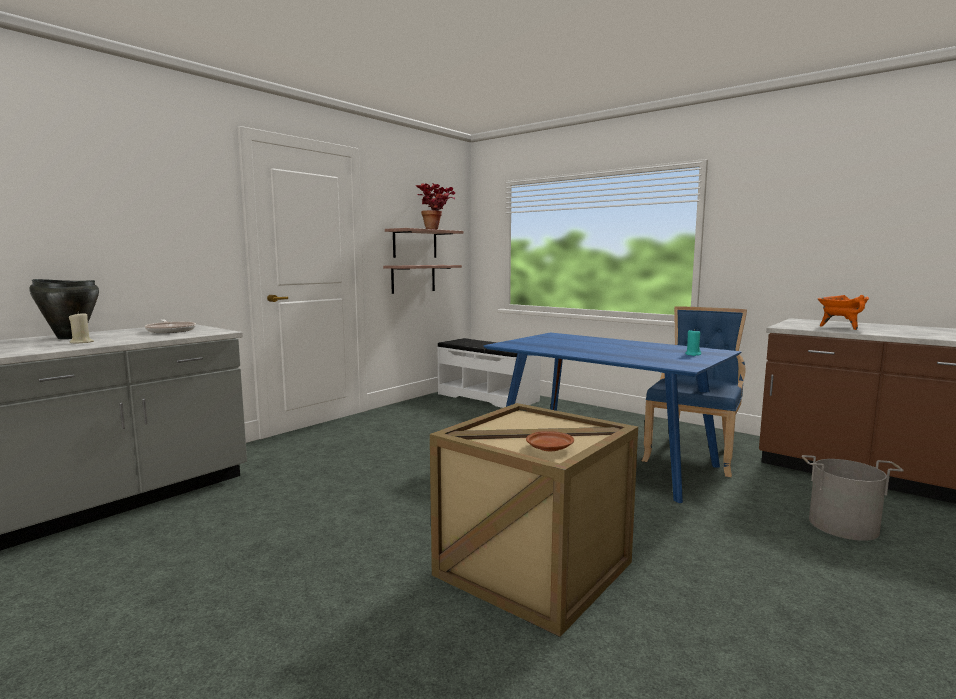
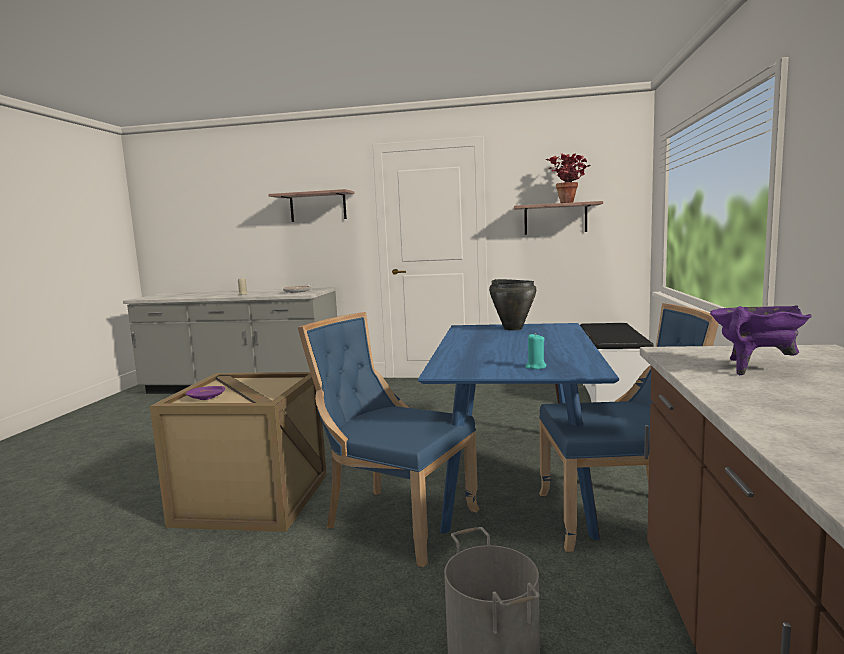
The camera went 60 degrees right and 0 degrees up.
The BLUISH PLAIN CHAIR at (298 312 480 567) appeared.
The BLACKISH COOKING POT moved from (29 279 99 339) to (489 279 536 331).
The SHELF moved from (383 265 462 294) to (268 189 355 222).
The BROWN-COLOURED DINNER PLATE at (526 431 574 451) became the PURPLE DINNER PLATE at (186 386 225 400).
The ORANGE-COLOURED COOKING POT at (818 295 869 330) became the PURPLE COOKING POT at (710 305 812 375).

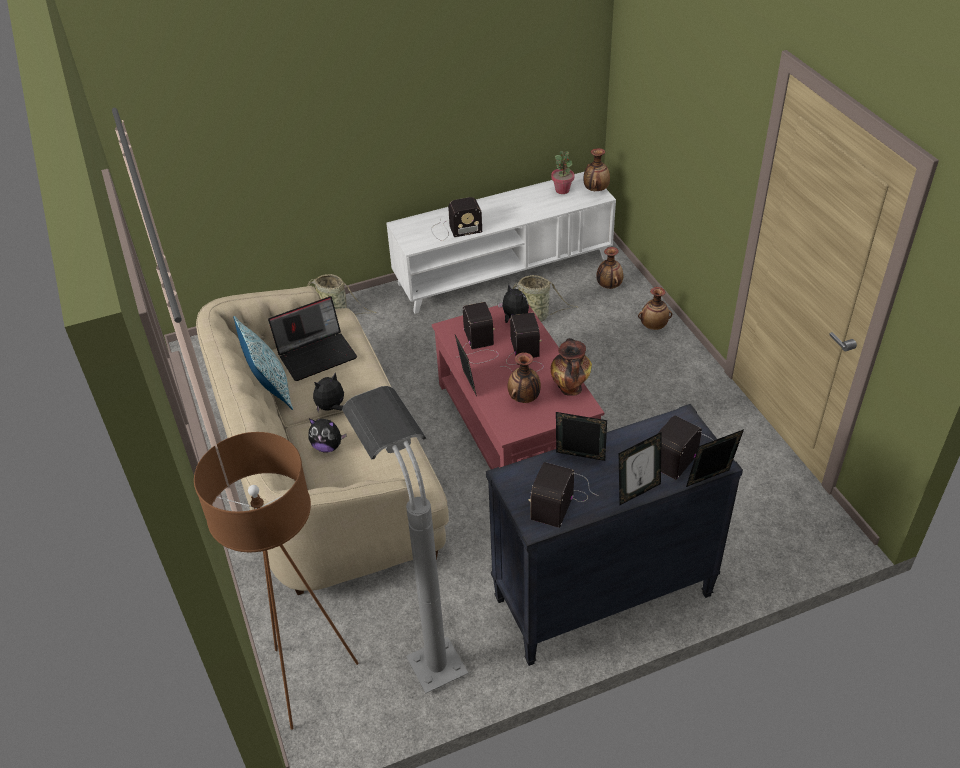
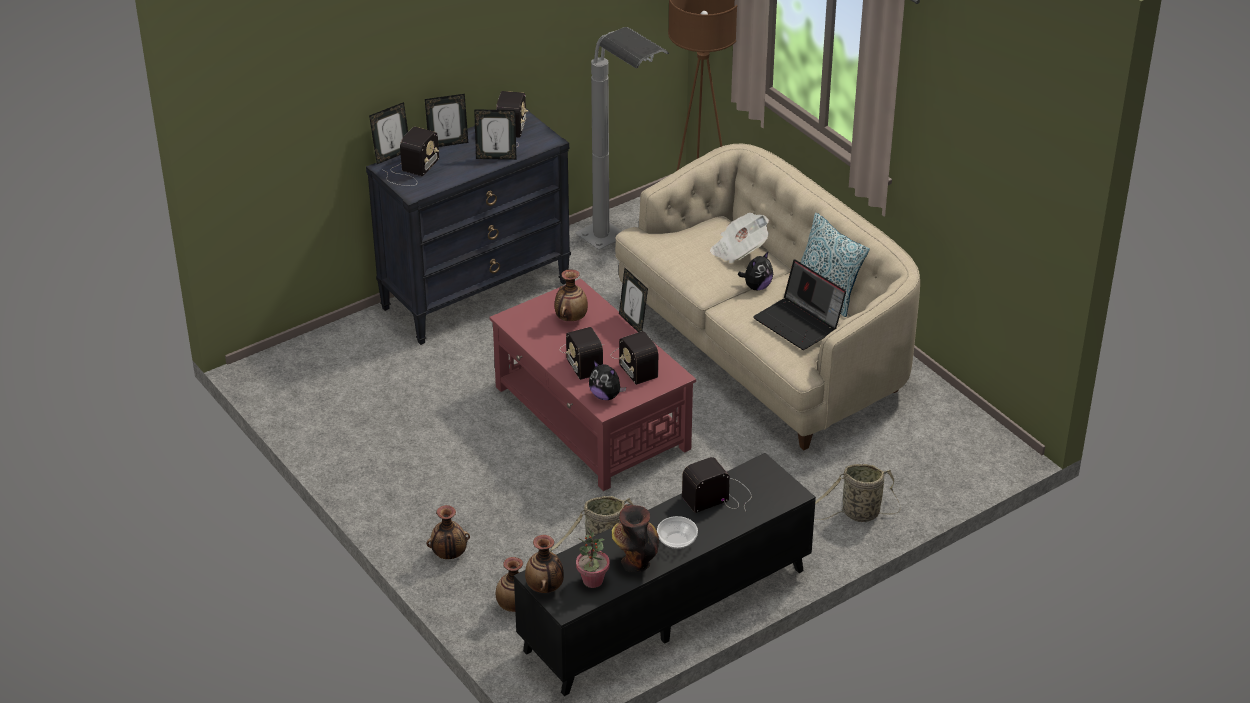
The camera went 165 degrees right and 5 degrees down.
The DEEP DISH at (657 516 698 549) appeared.
The VASE moved from (551 338 592 396) to (612 504 659 572).
The CUDDLY TOY at (308 419 347 452) was replaced by the NEWSPAPER at (710 213 769 264).
The WHITE-COLOURED TV UNIT at (386 172 616 314) became the BLACKISH TV UNIT at (514 453 816 696).
The NOTEBOOK COMPUTER at (268 296 357 381) turned 90 degrees counterclockwise.
The STANDING FRAME at (619 432 662 505) turned 150 degrees counterclockwise.

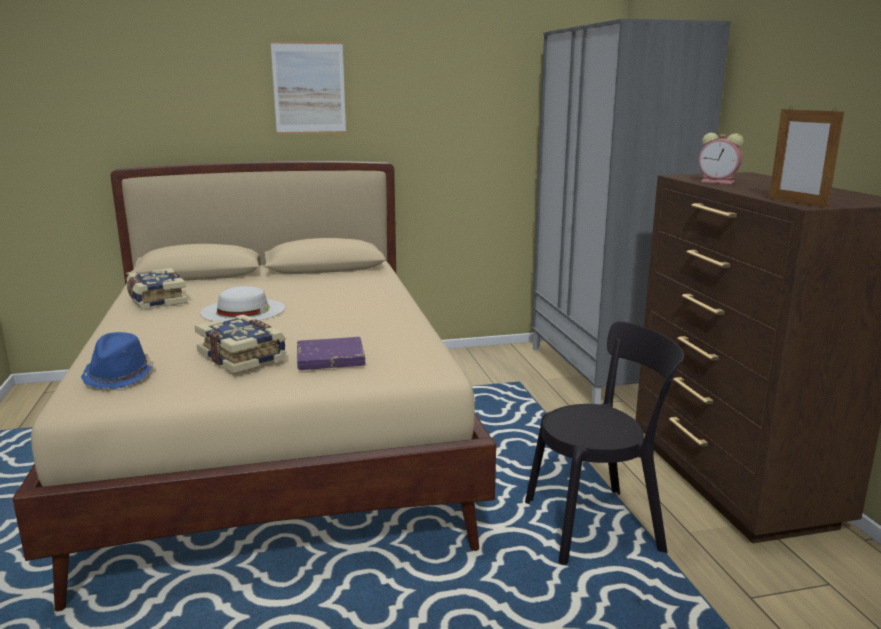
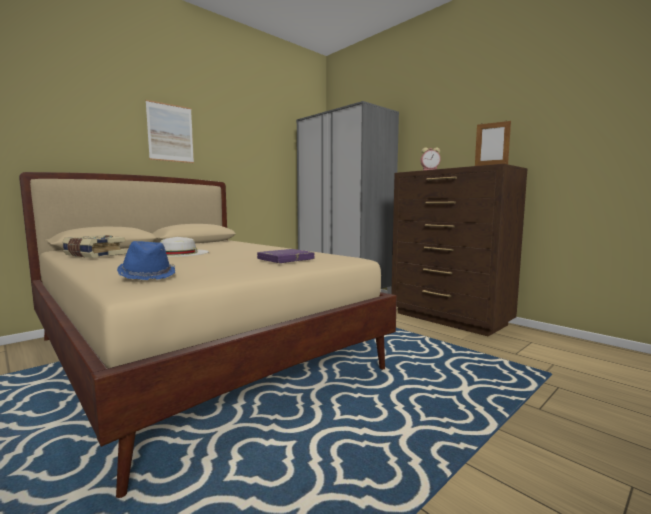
The camera went 30 degrees left and 10 degrees down.
The VOLUME at (194 315 287 373) disappeared.
The BLACKISH PLAIN CHAIR at (525 321 685 565) disappeared.

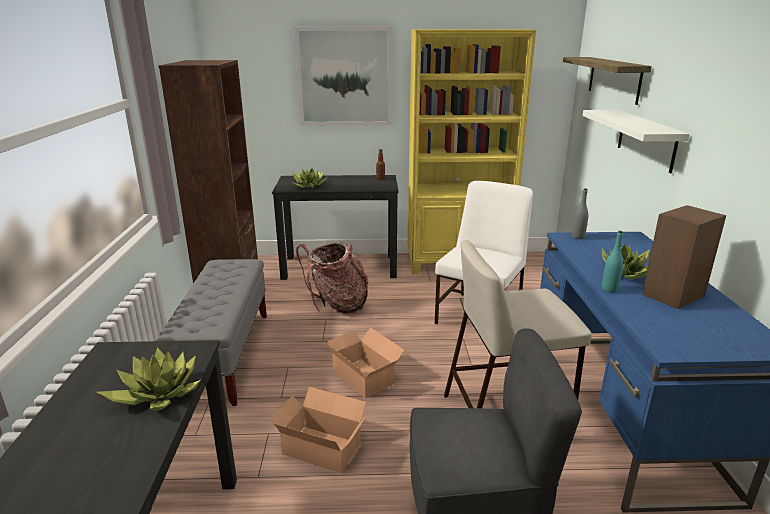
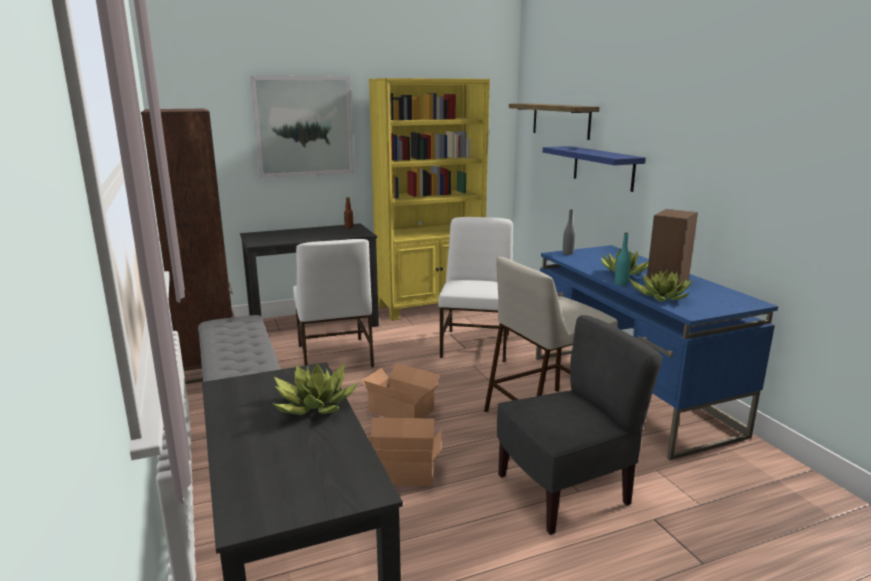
The camera went 20 degrees left and 5 degrees down.
The POTTED PLANT moved from (292 168 328 188) to (628 270 693 301).
The BACKPACK at (296 242 368 314) was replaced by the WHITE-COLOURED PLAIN CHAIR at (293 239 374 367).
The WHITE-COLOURED SHELF at (583 110 690 173) became the BLUISH SHELF at (543 146 646 192).

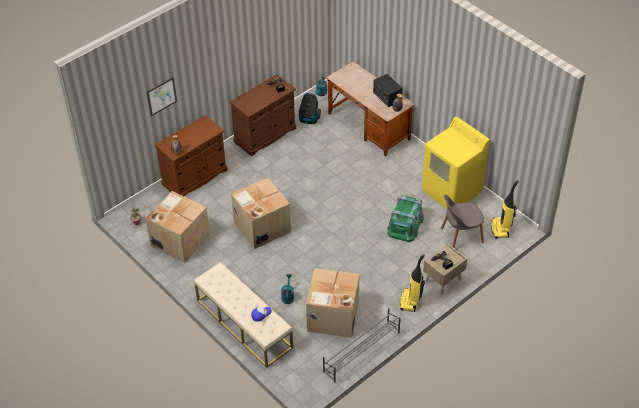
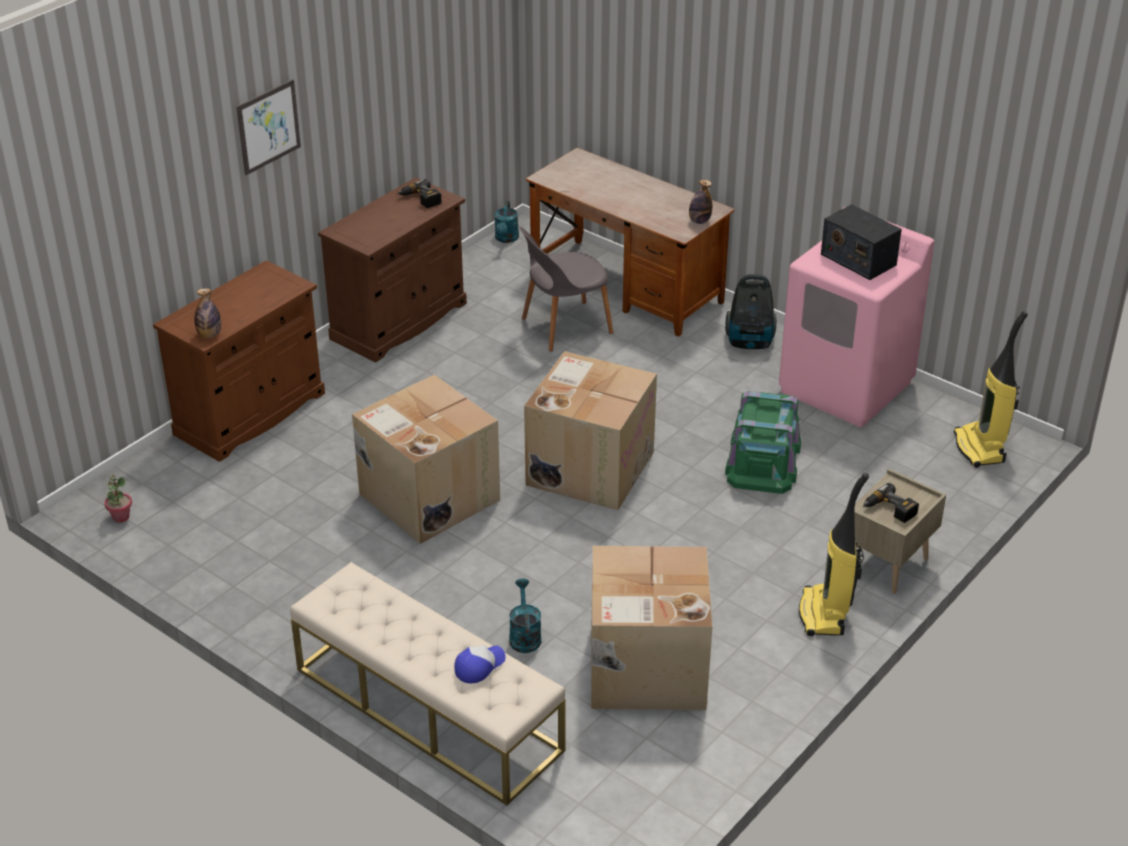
The camera went 10 degrees left and 10 degrees down.
The GREY SHOE SHELF at (323 307 401 383) disappeared.
The WALL ART moved from (146 77 177 116) to (236 79 301 175).
The CARDBOARD BOX moved from (146 191 210 263) to (524 351 657 510).
The HOOVER moved from (299 93 321 124) to (725 274 776 349).
The RADIO SET moved from (373 74 403 107) to (821 204 902 280).
The GREY PLAIN CHAIR moved from (441 195 484 248) to (519 227 614 352).
The YELLOWISH LAUNDRY MACHINE at (422 117 490 209) became the PINK-COLOURED LAUNDRY MACHINE at (779 207 935 427).

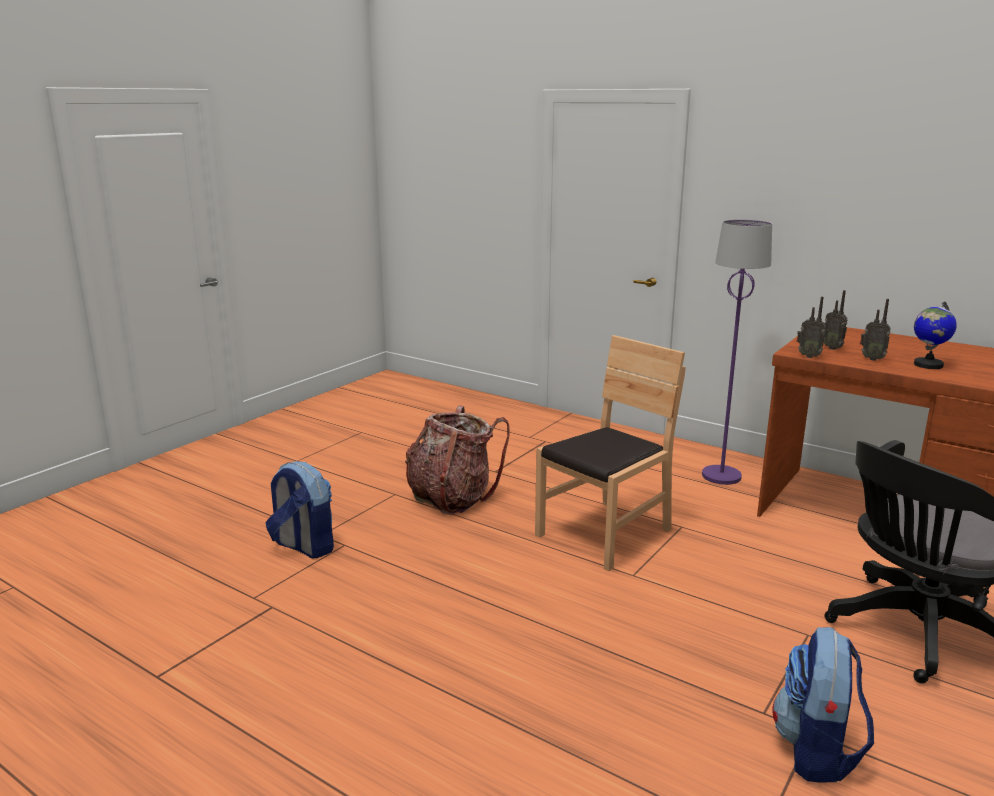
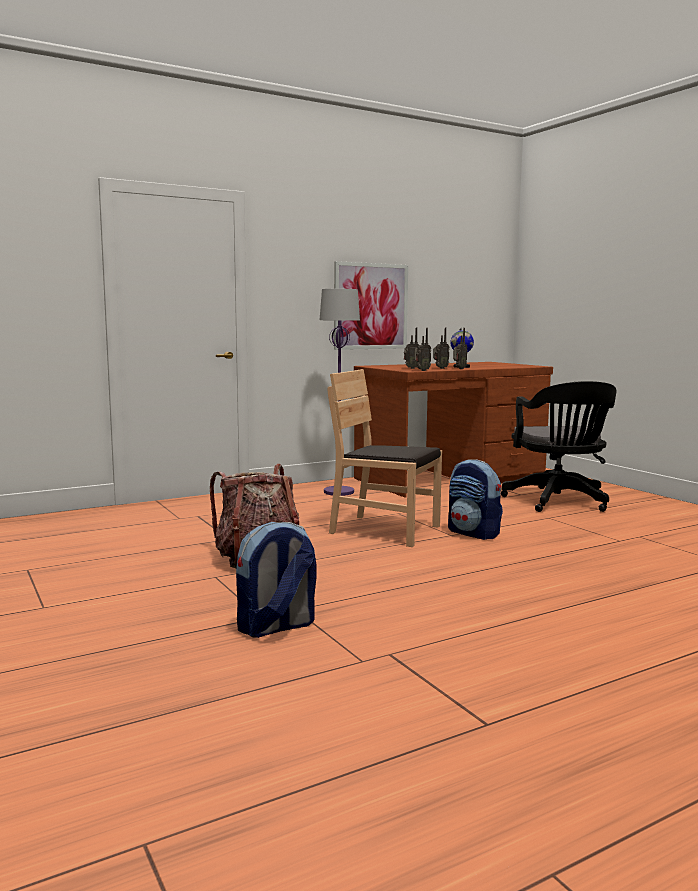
The camera went 65 degrees left and 10 degrees down.
The WALL ART at (334 261 408 350) appeared.
The RADIO SET at (453 328 467 369) appeared.
The BACKPACK moved from (772 627 874 783) to (448 459 503 540).
The BROWN-COLOURED PLAIN CHAIR at (535 335 686 571) turned 45 degrees counterclockwise.

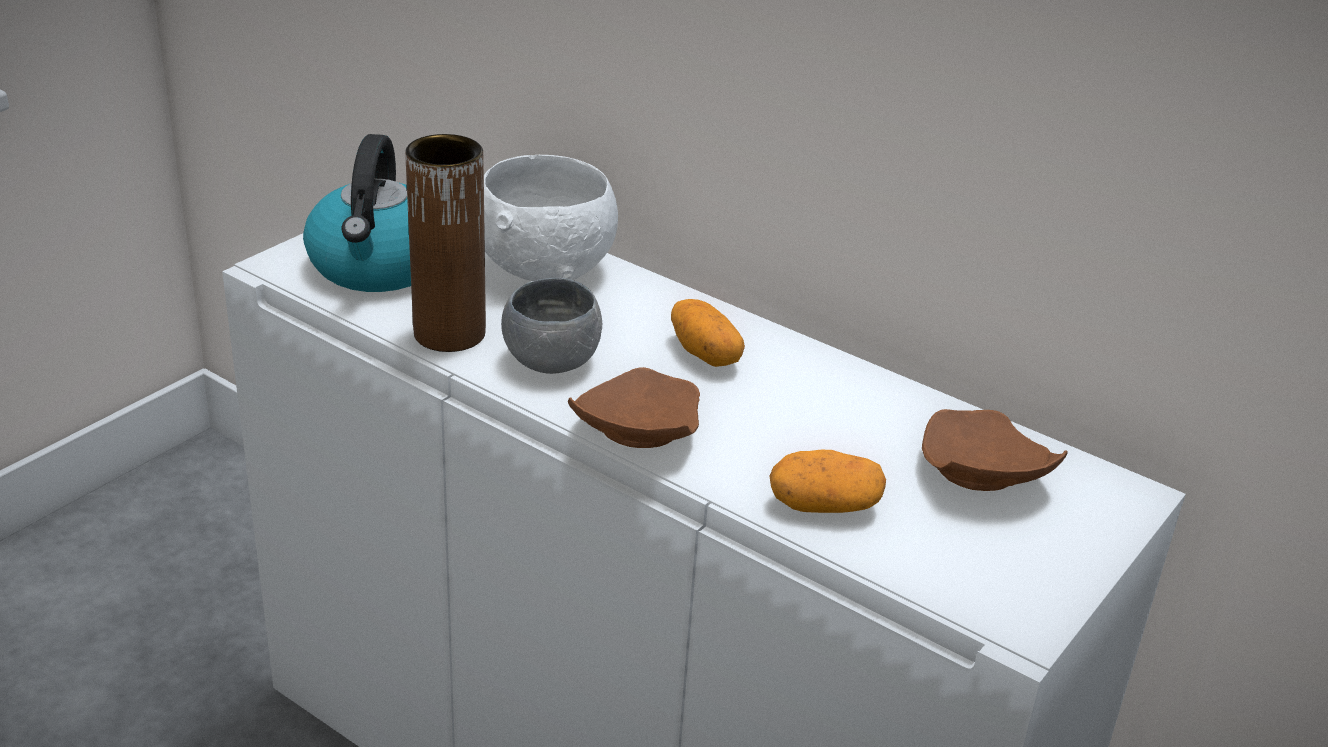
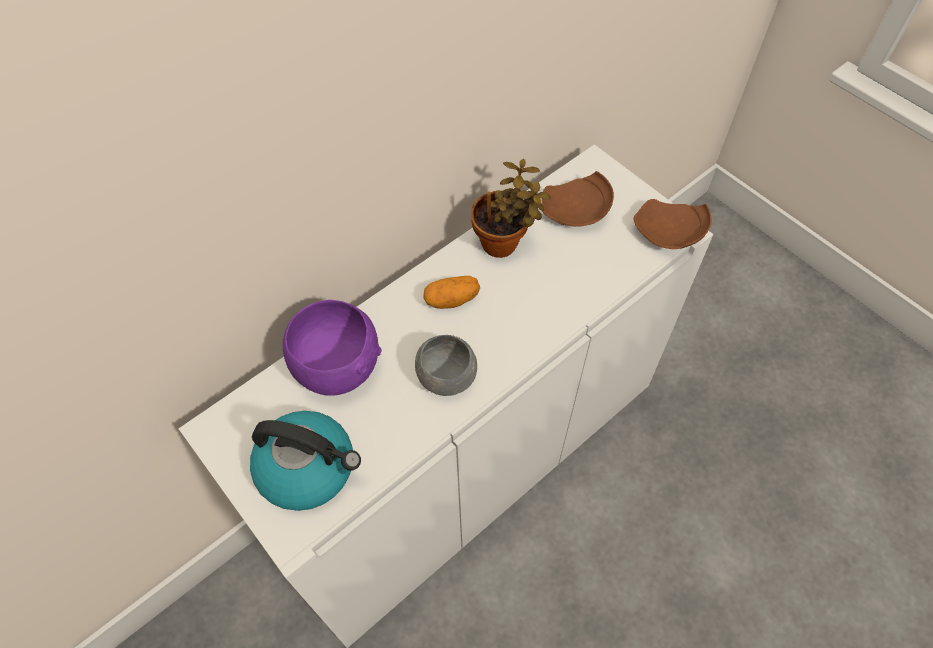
The camera went 75 degrees left and 25 degrees up.
The BROWN-COLOURED VASE at (405 134 486 352) disappeared.
The WHOLE POTATO at (770 450 886 513) disappeared.
The POTTED PLANT at (471 159 551 258) appeared.
The BROWN-COLOURED DINNER PLATE moved from (568 367 700 448) to (634 199 712 249).
The WHITE-COLOURED DEEP DISH at (484 155 618 281) became the PURPLE DEEP DISH at (283 300 382 396).

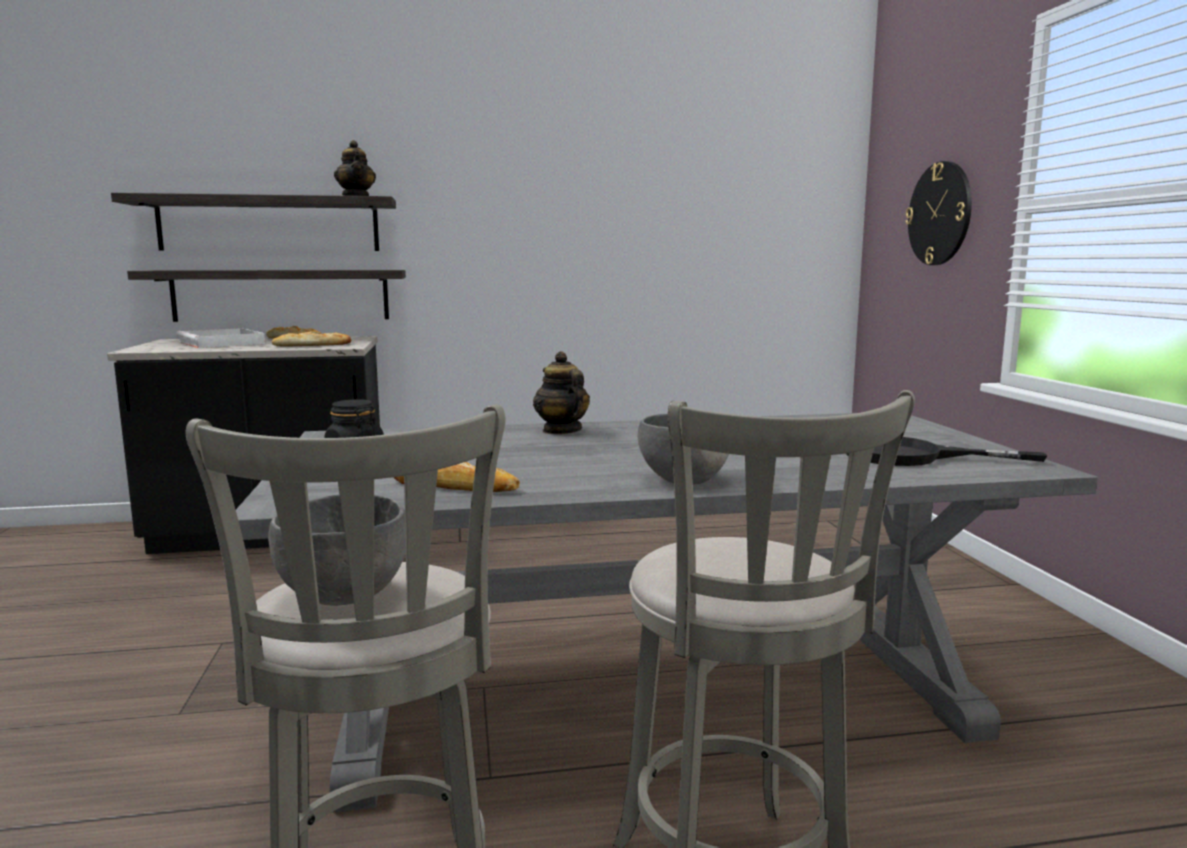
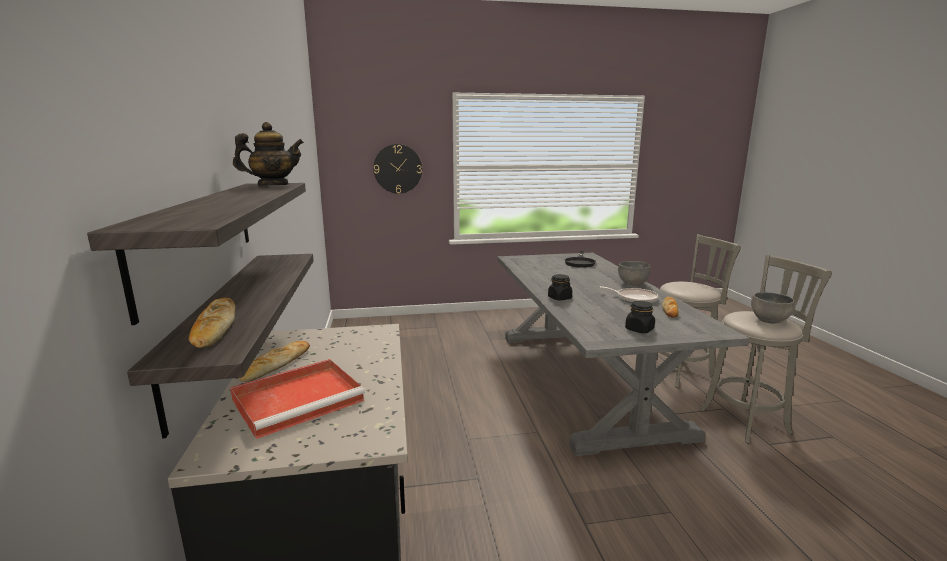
The camera went 90 degrees left and 5 degrees up.
The FRYING PAN at (600 286 659 303) appeared.
The BREAD moved from (272 331 351 347) to (189 298 235 348).
The TEA POT at (533 351 590 434) was replaced by the BLACKISH JAR at (548 274 572 300).
The WHITE-COLOURED CARRYING TRAY at (176 328 265 348) became the REDDISH CARRYING TRAY at (230 359 365 439).

